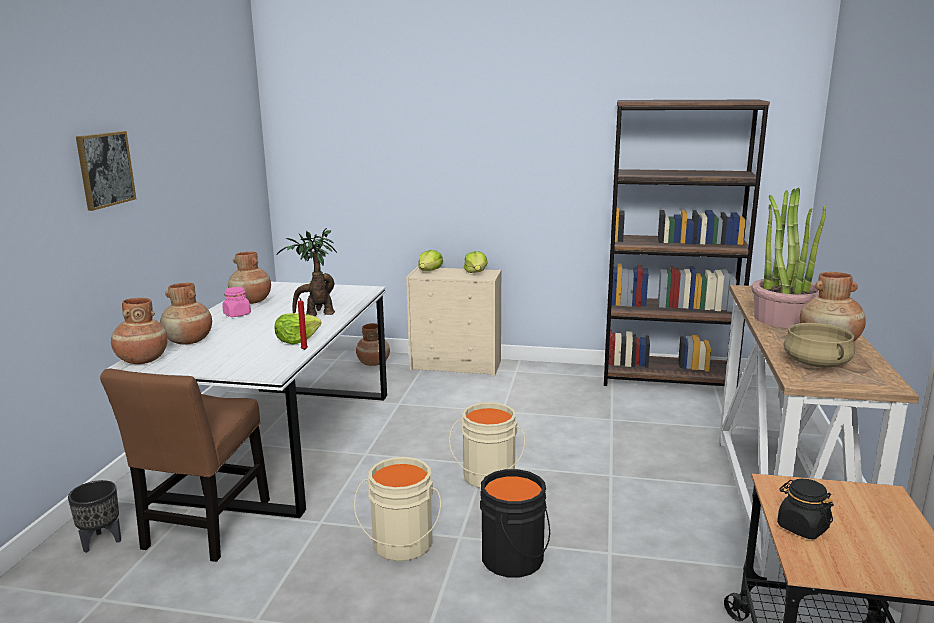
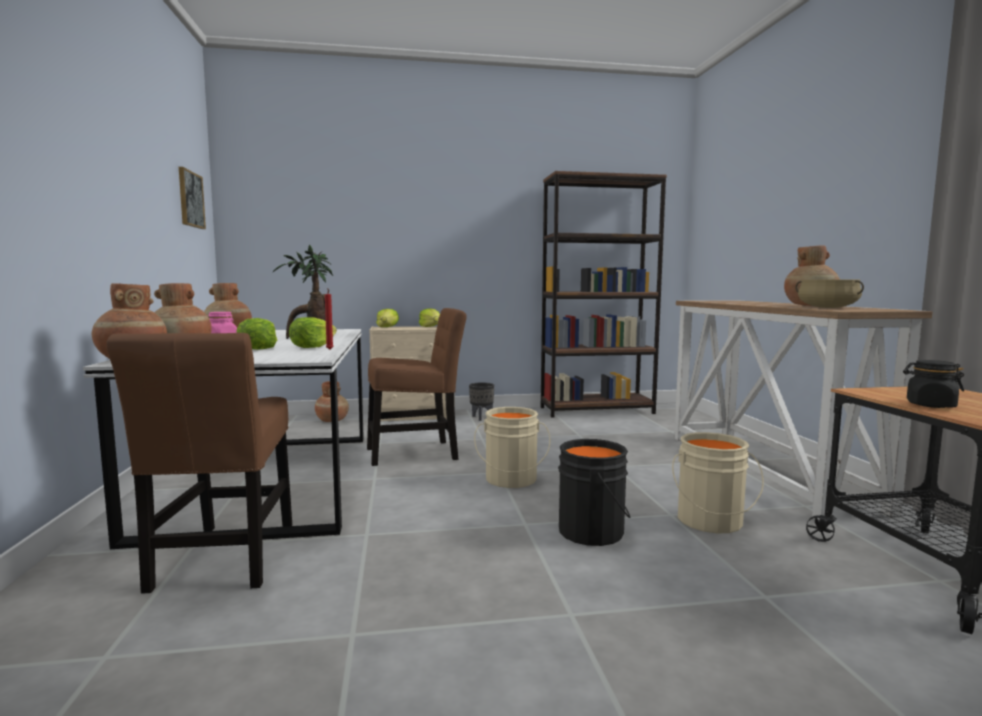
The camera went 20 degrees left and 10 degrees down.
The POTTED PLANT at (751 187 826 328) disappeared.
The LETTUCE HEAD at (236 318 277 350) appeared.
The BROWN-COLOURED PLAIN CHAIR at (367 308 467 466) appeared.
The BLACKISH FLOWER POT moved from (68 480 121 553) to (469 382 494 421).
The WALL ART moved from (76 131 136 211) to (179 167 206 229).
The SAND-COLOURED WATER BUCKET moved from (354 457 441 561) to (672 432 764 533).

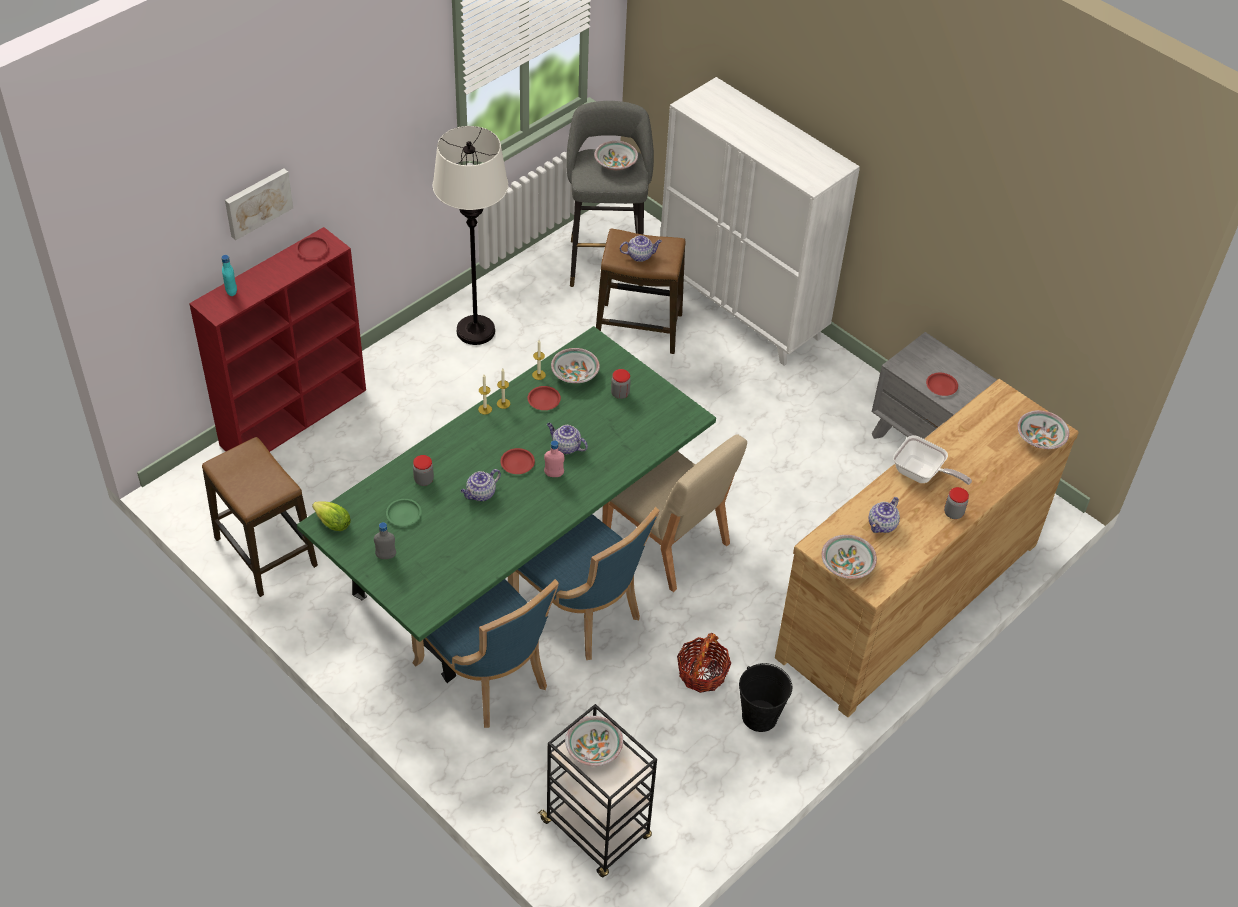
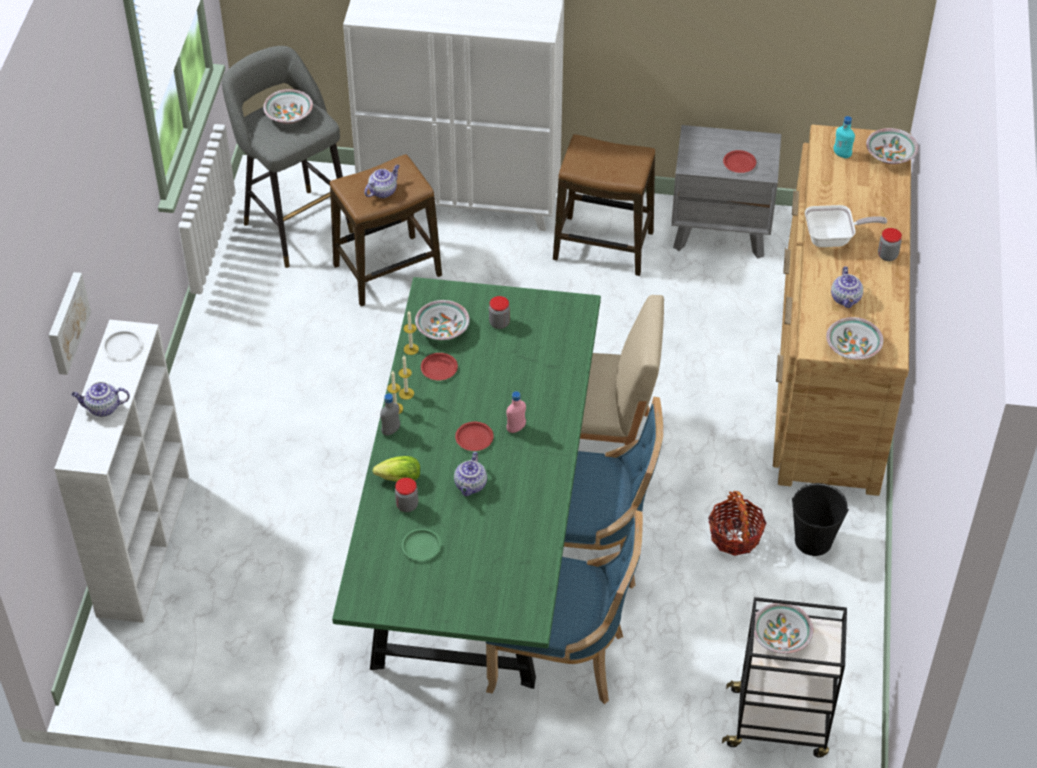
The camera went 35 degrees left and 0 degrees up.
The WHITE-COLOURED STANDING LAMP at (432 126 508 345) disappeared.
The SITTING STOOL moved from (202 437 318 597) to (553 134 655 276).
The BLUE-GREEN DRINK BOTTLE moved from (221 255 237 296) to (834 116 855 158).
The LETTUCE HEAD moved from (312 502 351 531) to (372 456 420 482).
The GREY DRINK BOTTLE moved from (374 522 396 559) to (380 393 400 436).
The TEA POT moved from (547 423 588 454) to (71 382 130 417).
The REDDISH SHELVING UNIT at (189 227 366 452) became the WHITE-COLOURED SHELVING UNIT at (54 319 189 623).
The REDDISH DINNER PLATE at (296 236 329 258) became the WHITE-COLOURED DINNER PLATE at (103 330 142 359).

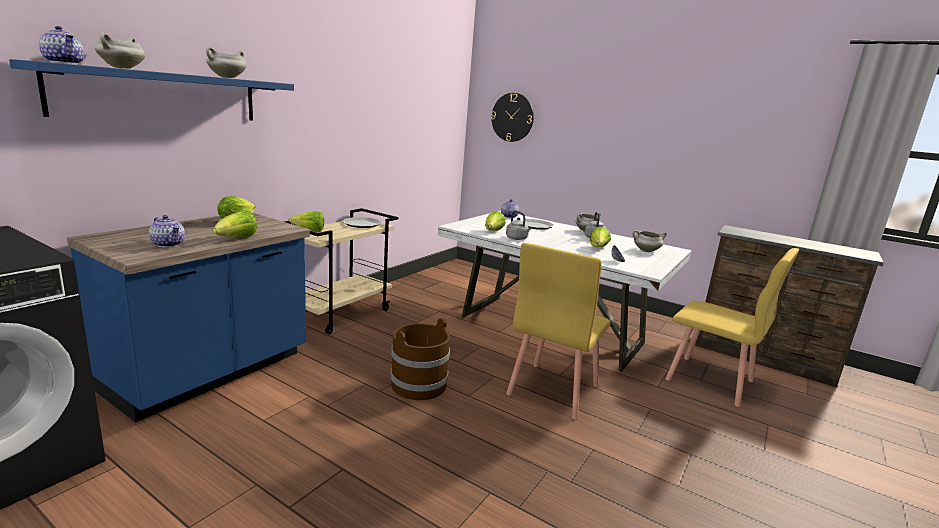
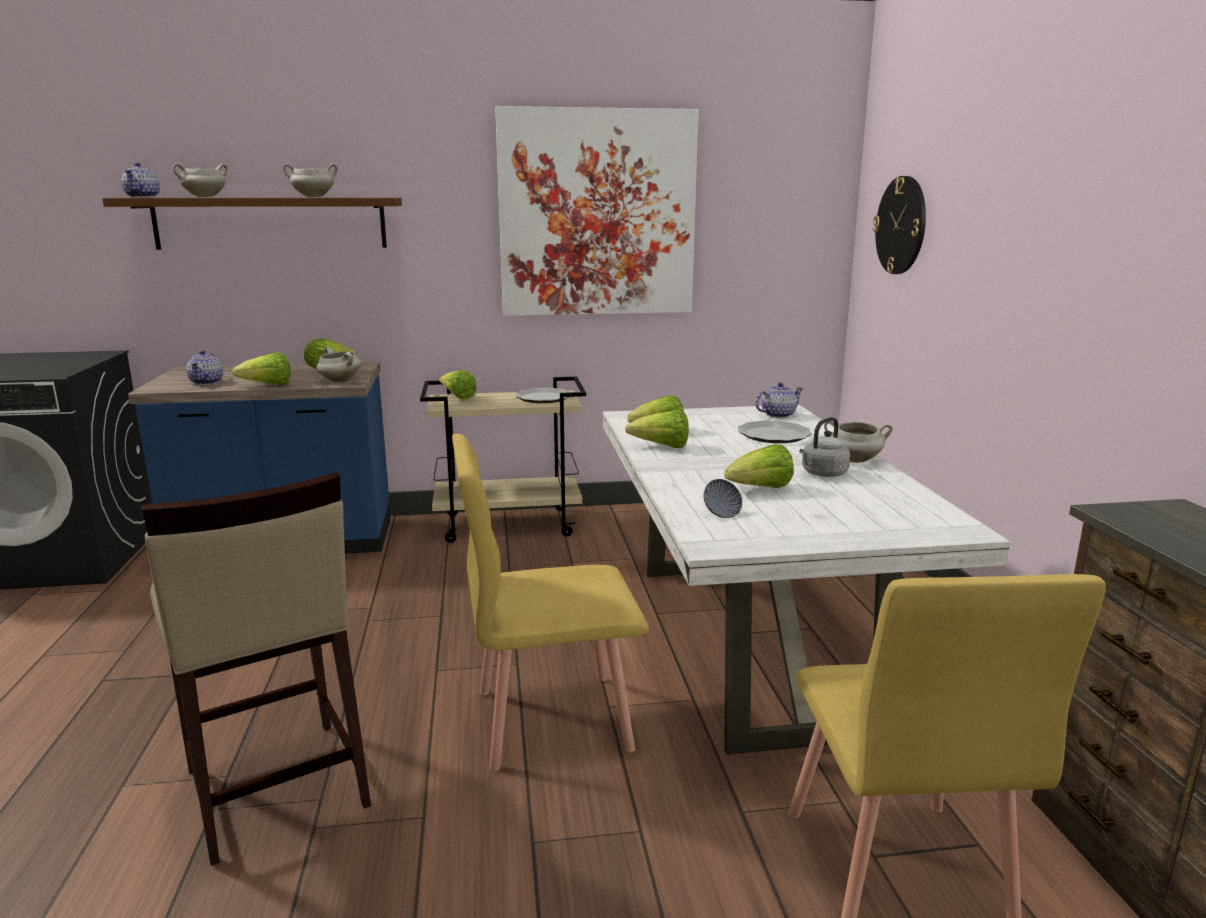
The camera went 50 degrees right and 0 degrees up.
The BROWN-COLOURED WATER BUCKET at (390 318 450 400) disappeared.
The SAND-COLOURED SITTING STOOL at (141 472 371 866) appeared.
The WALL ART at (495 106 699 316) appeared.
The WHITE-COLOURED COOKING POT moved from (633 230 667 252) to (316 347 361 383).
The GREY KETTLE at (506 211 531 240) was replaced by the LETTUCE HEAD at (625 410 689 448).
The BLUISH SHELF at (9 59 294 121) became the BROWN-COLOURED SHELF at (102 198 402 250).

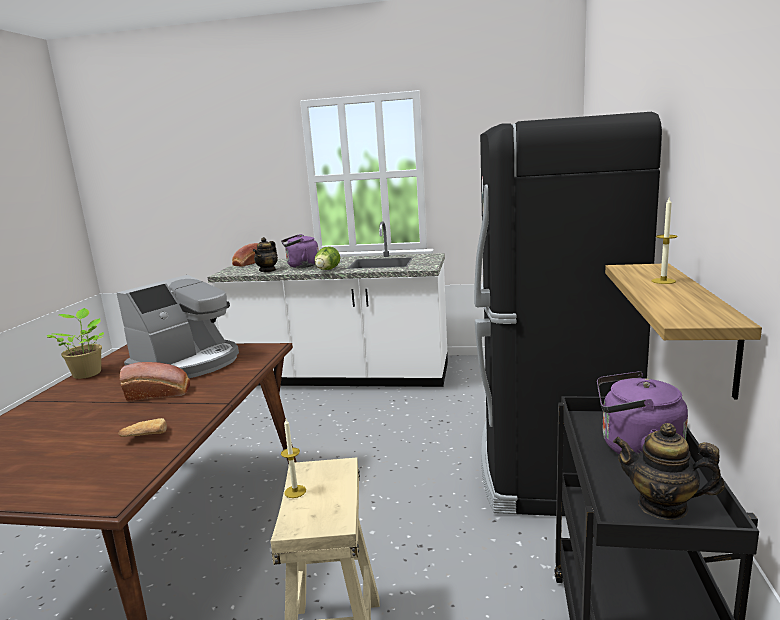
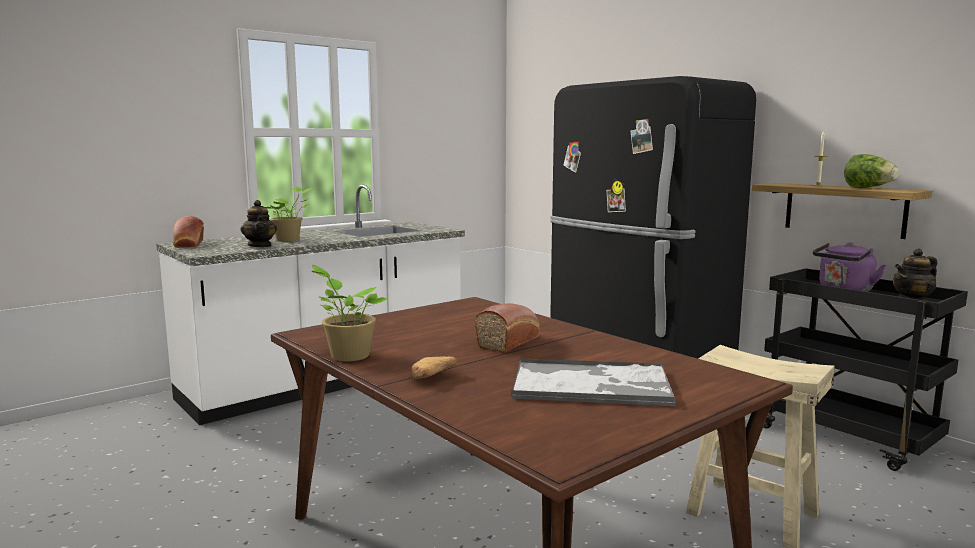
The camera went 50 degrees left and 5 degrees down.
The COFFEE MACHINE at (117 275 239 378) disappeared.
The CANDLE at (281 419 306 498) disappeared.
The CARRYING TRAY at (511 358 676 406) appeared.
The BREAD moved from (119 418 167 437) to (412 357 457 379).
The LETTUCE HEAD moved from (314 246 340 270) to (844 154 899 188).
The PURPLE KETTLE at (281 234 319 268) was replaced by the POTTED PLANT at (265 186 311 241).

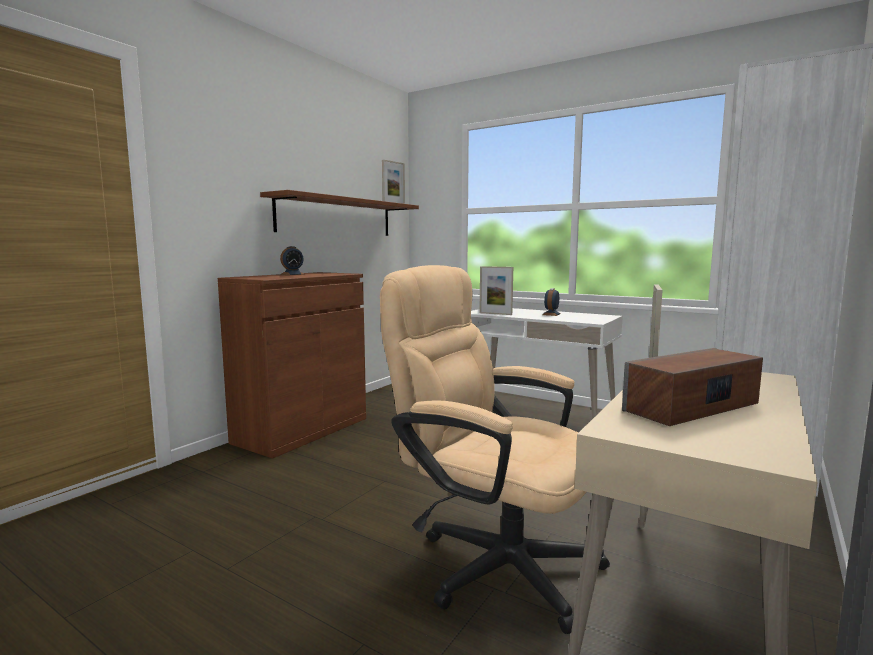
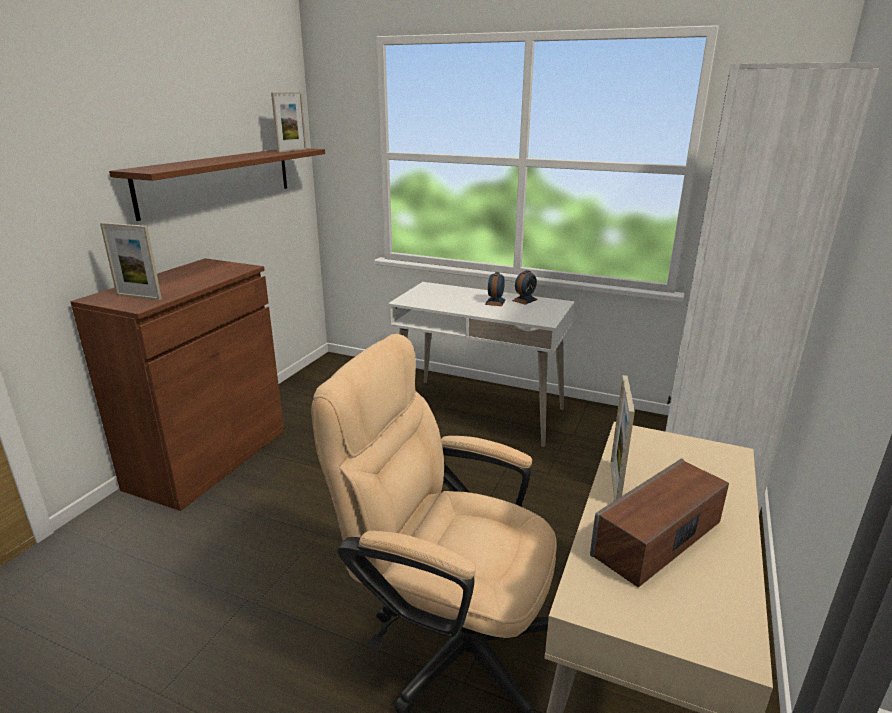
The camera went 10 degrees left and 15 degrees up.
The TABLE CLOCK moved from (280 246 305 275) to (512 270 538 305).
The STANDING FRAME moved from (479 266 513 315) to (100 223 162 300).

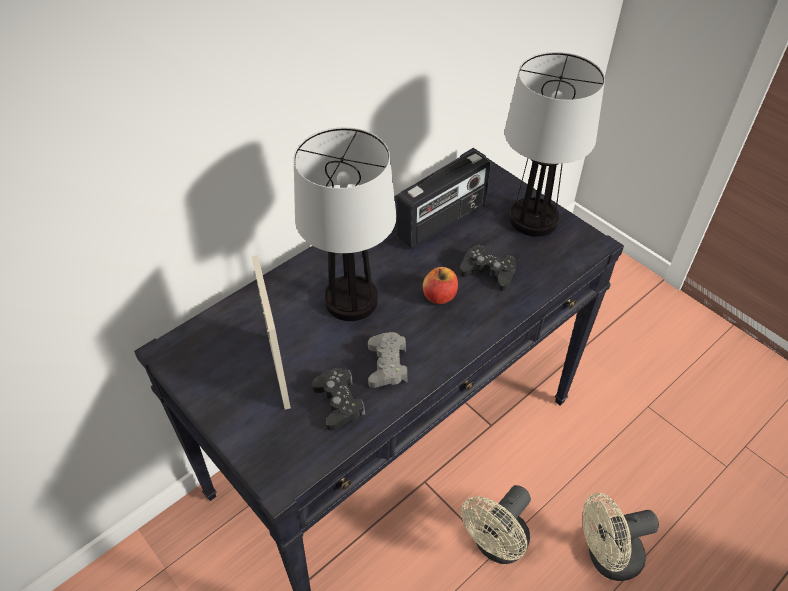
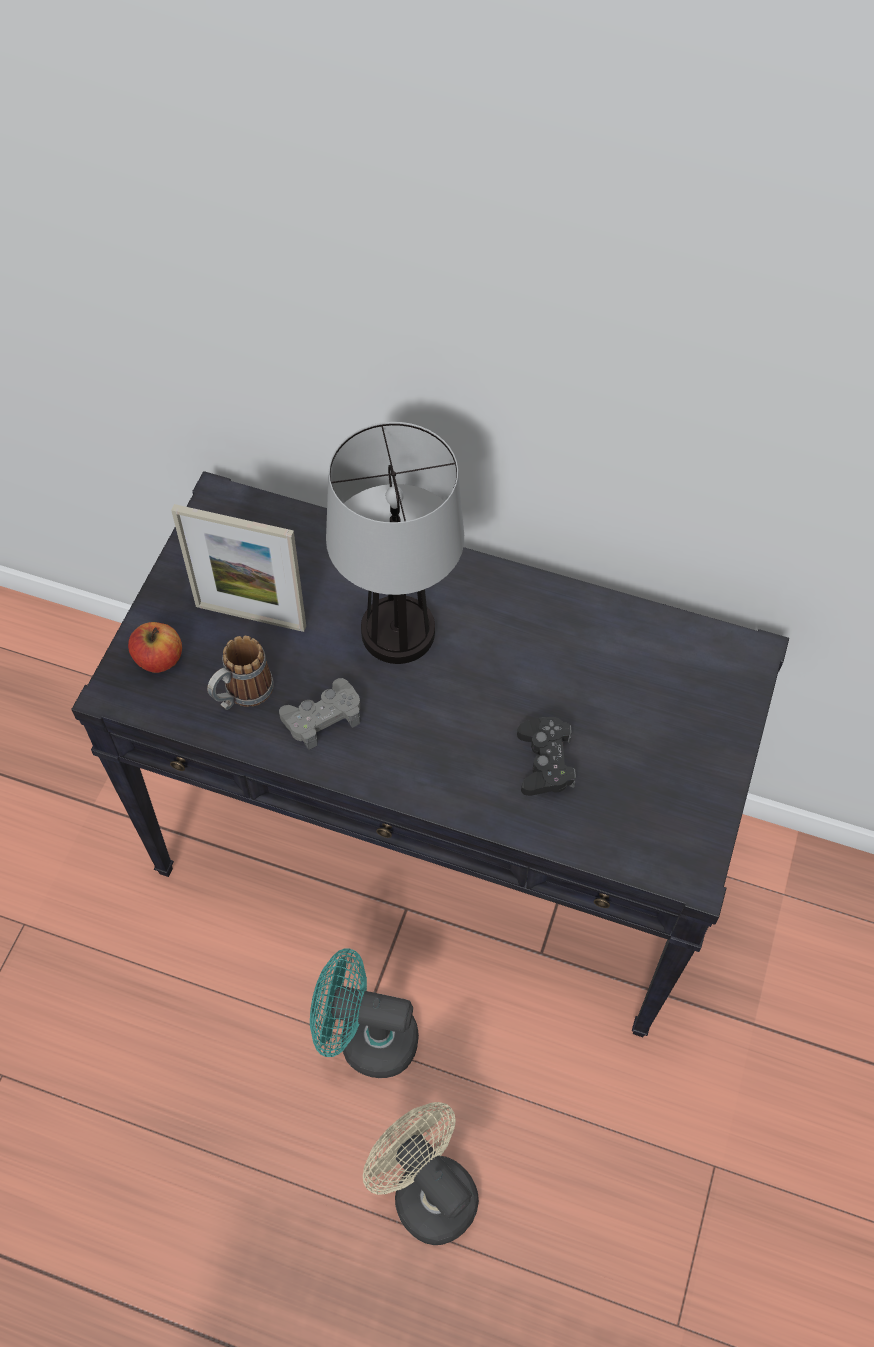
The camera went 60 degrees right and 10 degrees up.
The RADIO SET at (397 151 491 249) disappeared.
The LAMP FOR A TABLE at (504 52 605 237) disappeared.
The APPLE FRUIT moved from (423 267 458 304) to (128 622 182 673).
The BLACKISH GAME CONTROLLER at (312 368 365 431) was replaced by the MUG at (207 636 274 710).
The SAND-COLOURED ELECTRIC FAN at (461 485 531 564) became the BLUE-GREEN ELECTRIC FAN at (310 949 419 1078).
The STANDING FRAME at (252 255 291 410) turned 120 degrees counterclockwise.

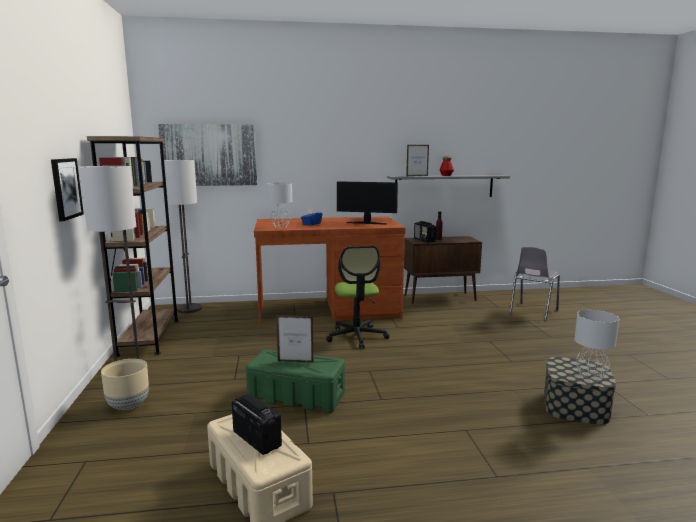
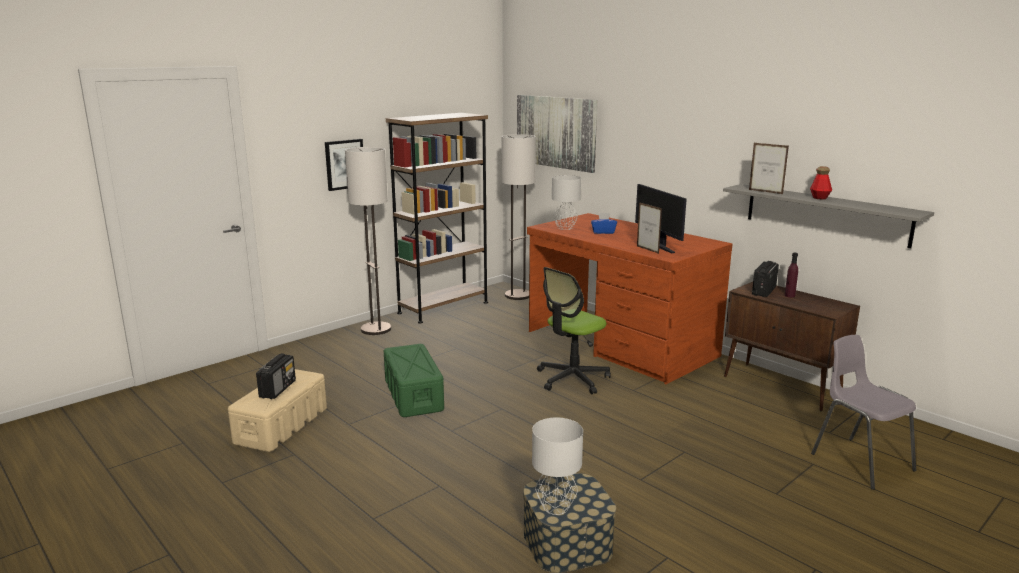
The camera went 55 degrees right and 5 degrees up.
The SAND-COLOURED FLOWER POT at (101 359 149 410) disappeared.
The STANDING FRAME moved from (276 315 314 363) to (637 202 662 254).
The GREY PLAIN CHAIR at (510 247 560 321) turned 60 degrees clockwise.

